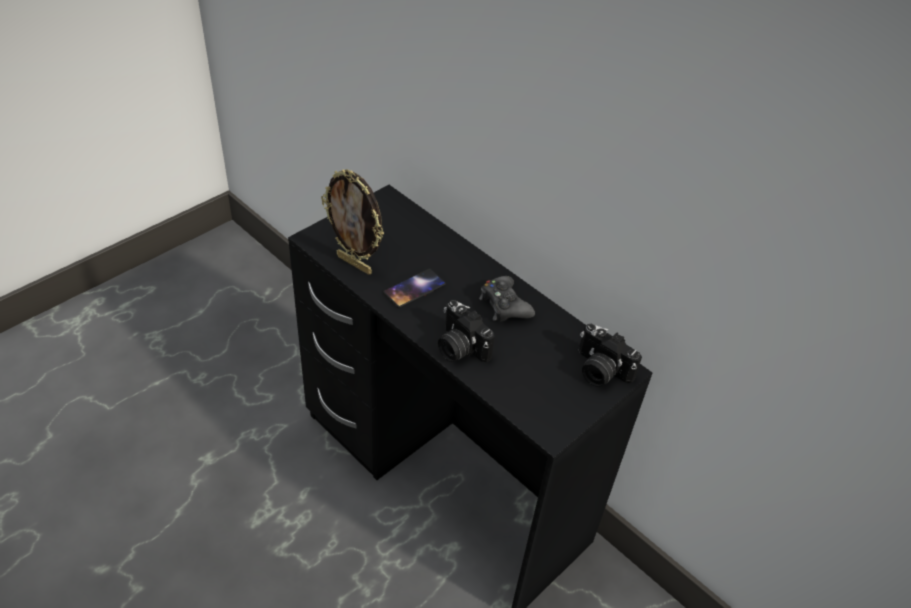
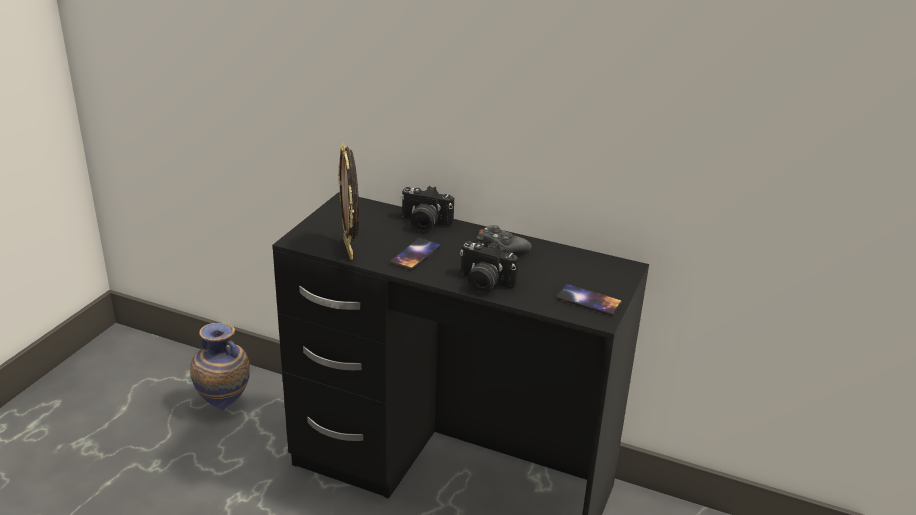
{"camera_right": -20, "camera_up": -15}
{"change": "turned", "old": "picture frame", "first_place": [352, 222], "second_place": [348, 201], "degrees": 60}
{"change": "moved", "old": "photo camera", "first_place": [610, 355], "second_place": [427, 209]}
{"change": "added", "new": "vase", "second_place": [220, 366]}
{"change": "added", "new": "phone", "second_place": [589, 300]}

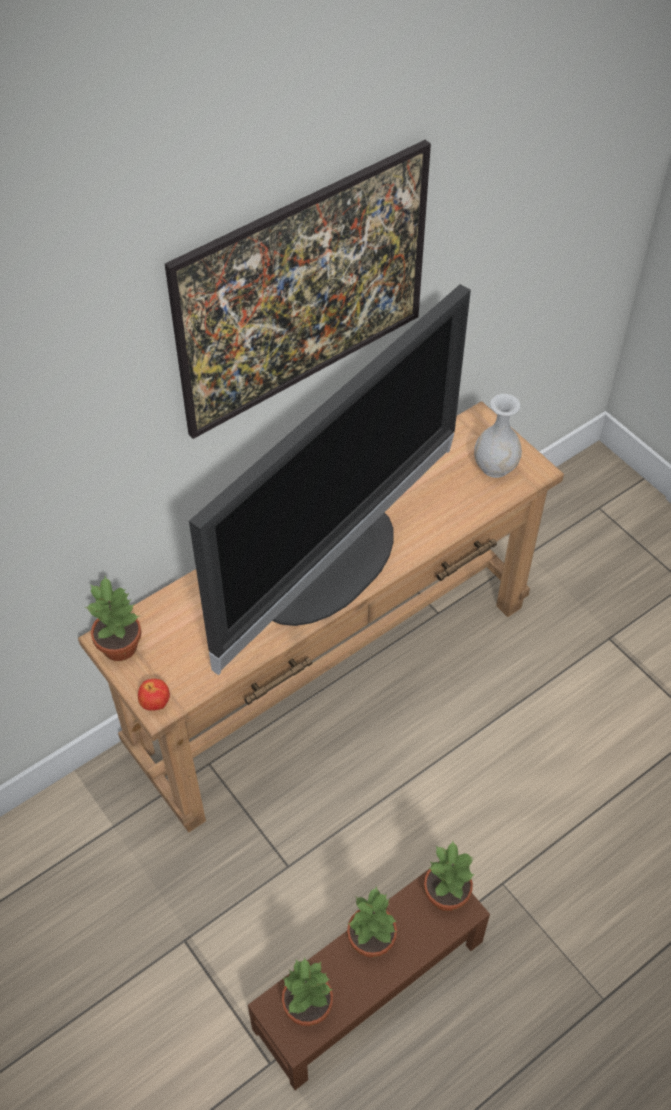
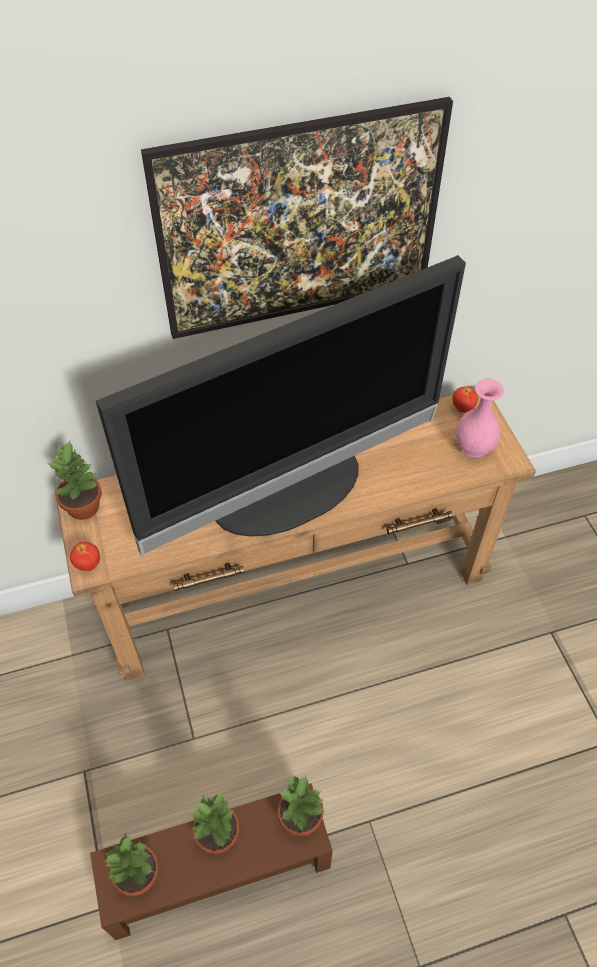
{"camera_right": 20, "camera_up": 0}
{"change": "recoloured", "old": "white vase", "new": "pink vase", "first_place": [498, 436], "second_place": [479, 418]}
{"change": "added", "new": "apple", "second_place": [465, 399]}

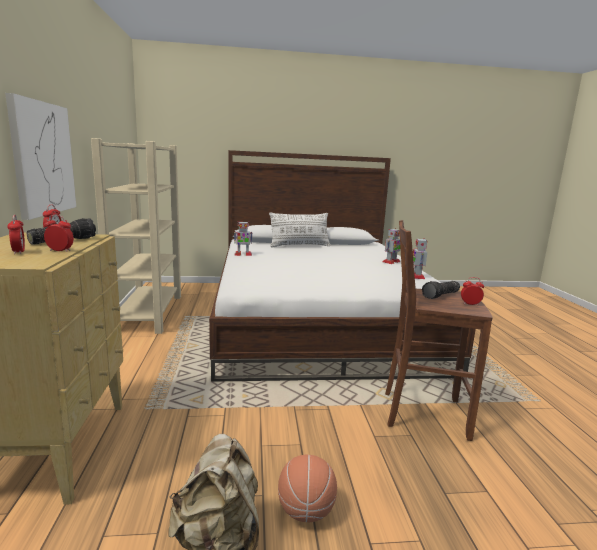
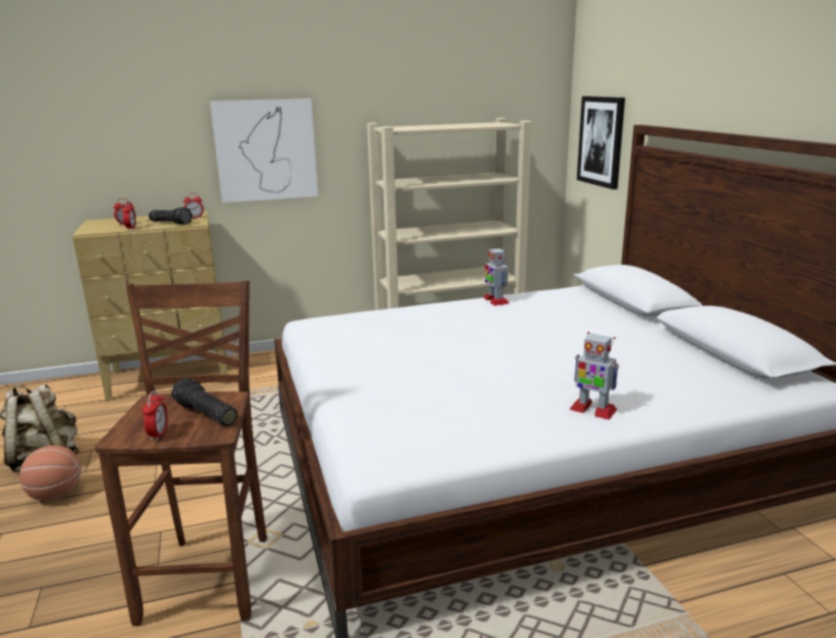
{"camera_right": 80, "camera_up": 5}
{"change": "removed", "old": "white pillow", "first_place": [299, 229]}
{"change": "removed", "old": "toy robot", "first_place": [420, 258]}
{"change": "added", "new": "picture", "second_place": [601, 142]}

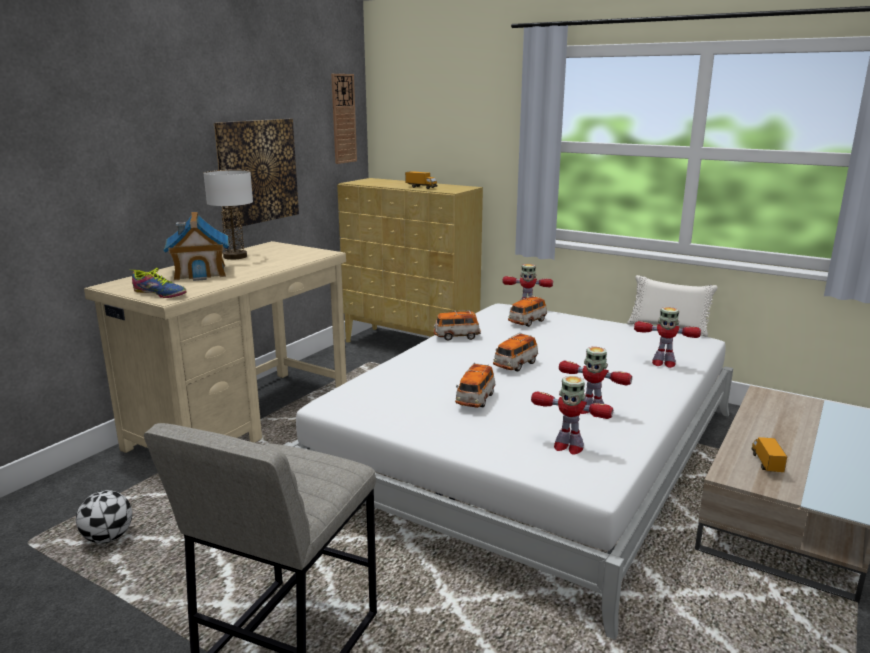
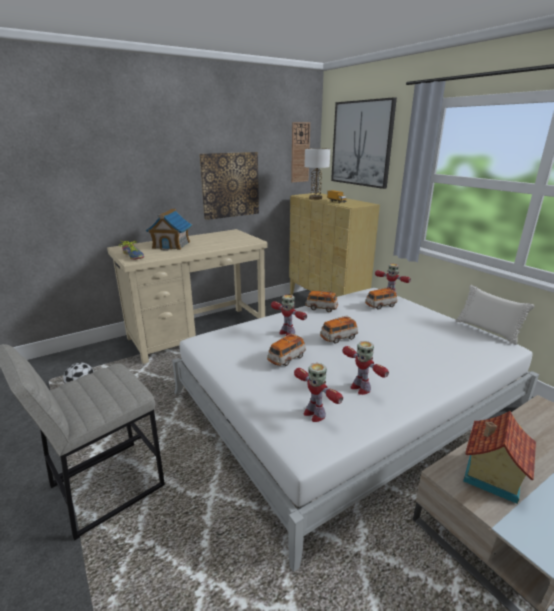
{"camera_right": 25, "camera_up": 5}
{"change": "moved", "old": "table lamp", "first_place": [228, 215], "second_place": [317, 174]}
{"change": "moved", "old": "toy robot", "first_place": [667, 337], "second_place": [289, 315]}
{"change": "replaced", "old": "toy truck", "new": "toy house", "first_place": [769, 454], "second_place": [499, 457]}
{"change": "added", "new": "picture", "second_place": [364, 143]}

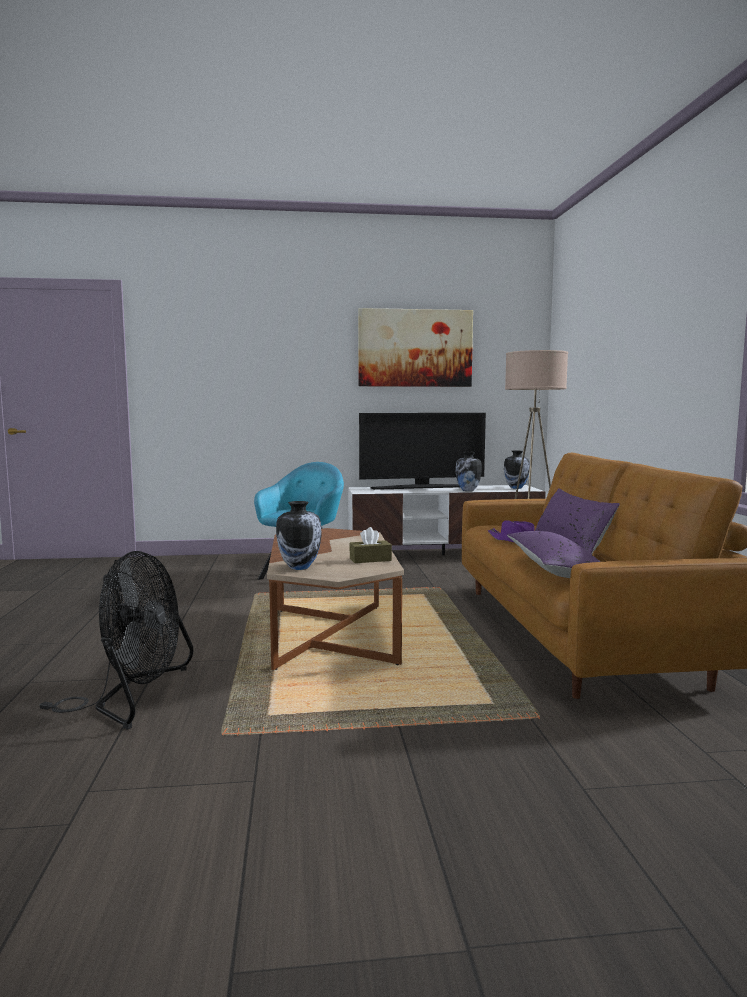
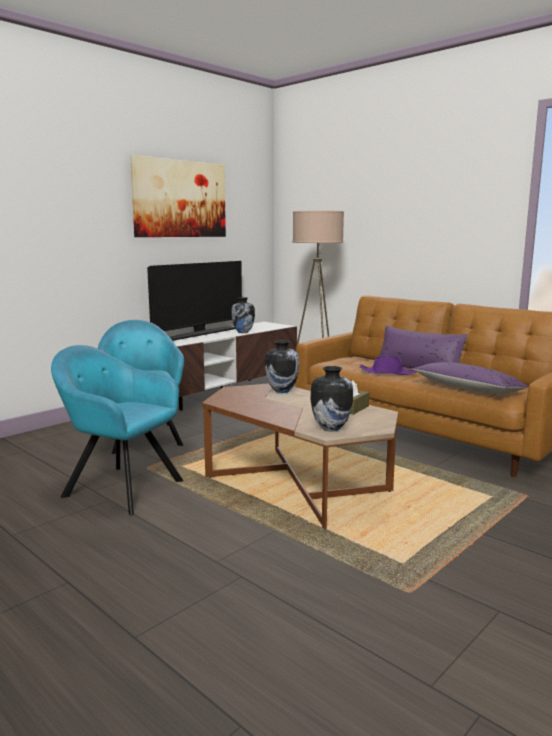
{"camera_right": -40, "camera_up": 5}
{"change": "removed", "old": "black fan", "first_place": [116, 640]}
{"change": "moved", "old": "vase", "first_place": [517, 469], "second_place": [282, 366]}
{"change": "added", "new": "turquoise armchair", "second_place": [117, 430]}

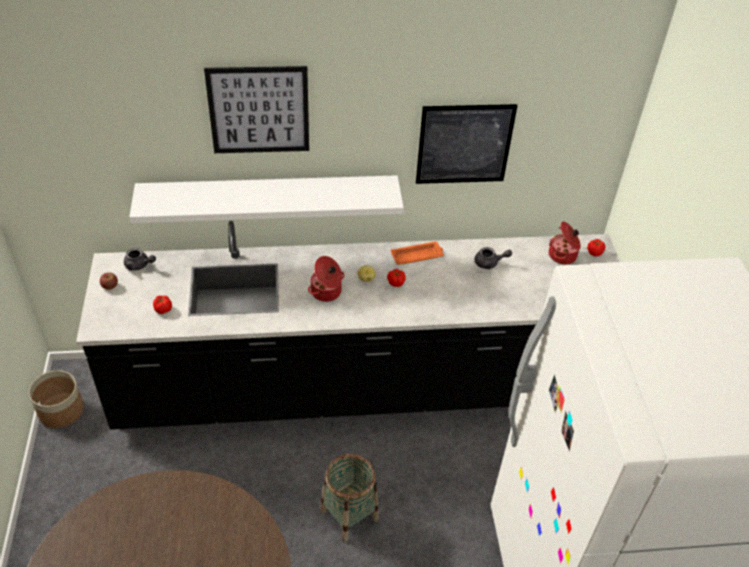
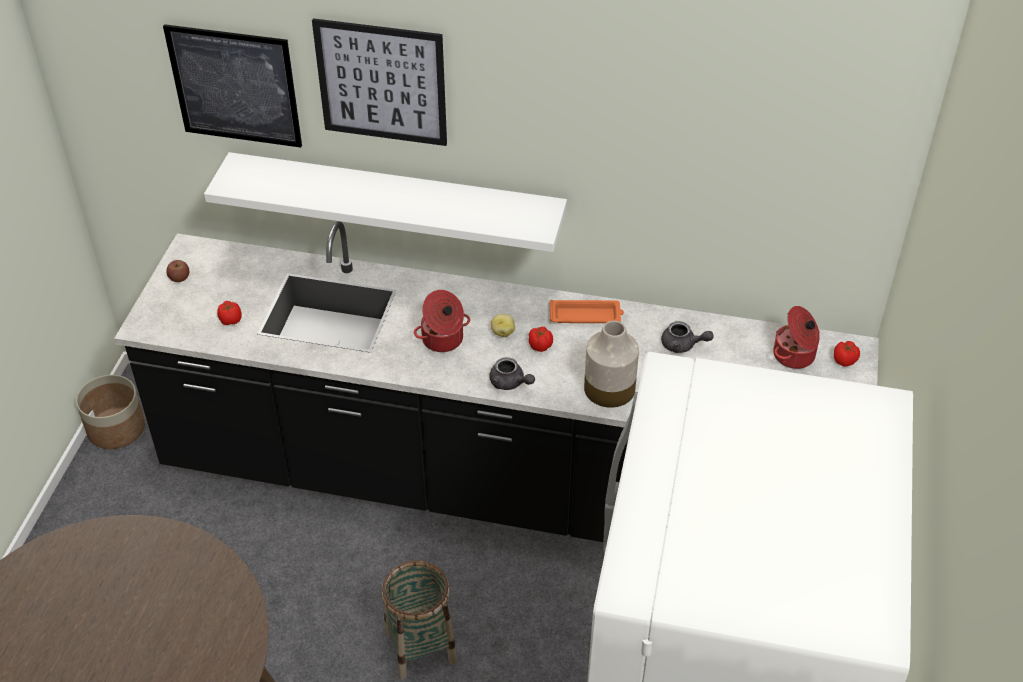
{"camera_right": 20, "camera_up": 0}
{"change": "moved", "old": "grey teapot", "first_place": [140, 259], "second_place": [512, 373]}
{"change": "moved", "old": "picture", "first_place": [466, 144], "second_place": [232, 86]}
{"change": "added", "new": "beige vase", "second_place": [611, 364]}

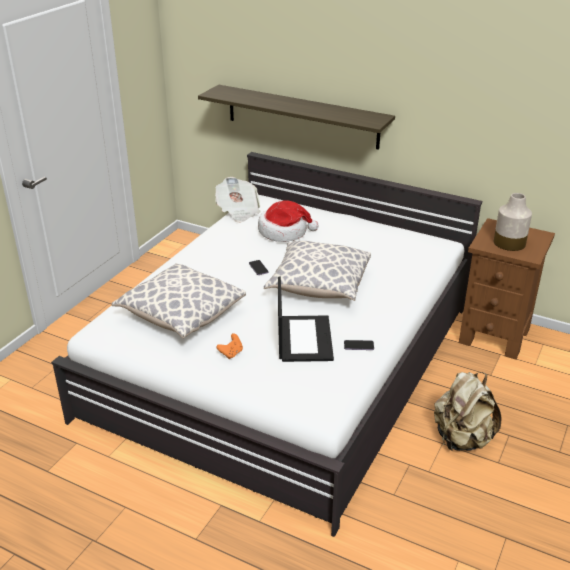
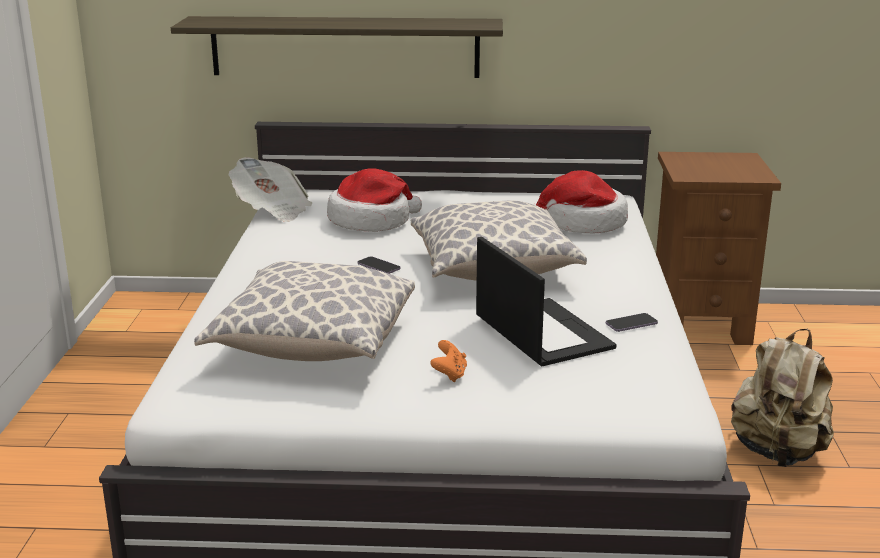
{"camera_right": -25, "camera_up": -10}
{"change": "removed", "old": "beige vase", "first_place": [513, 222]}
{"change": "added", "new": "hat", "second_place": [580, 201]}

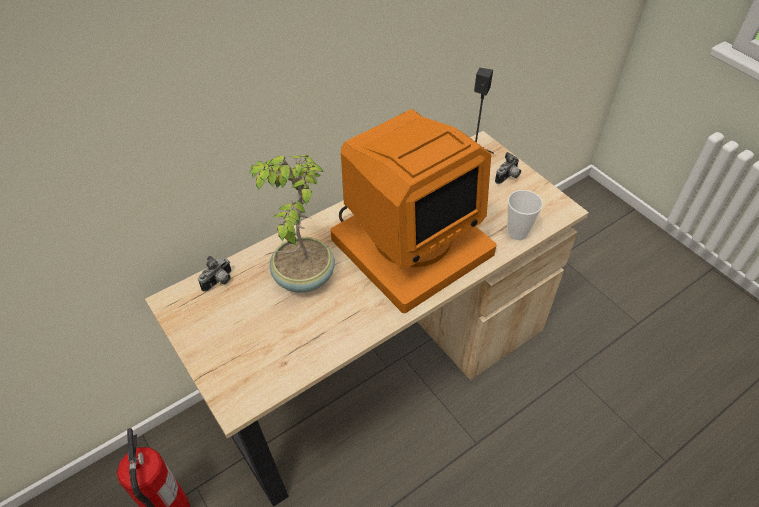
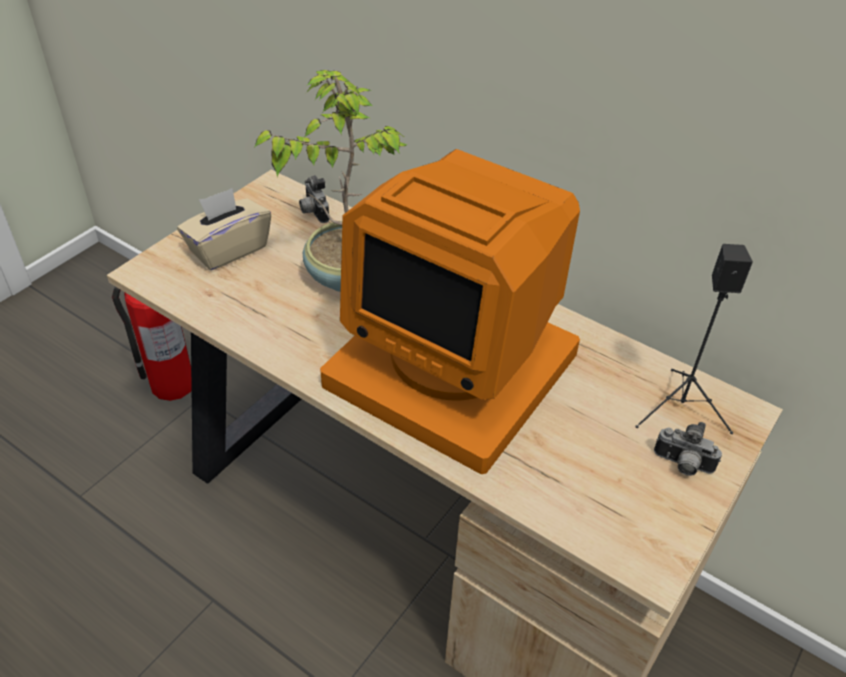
{"camera_right": 70, "camera_up": -5}
{"change": "turned", "old": "photo camera", "first_place": [214, 274], "second_place": [314, 199], "degrees": 45}
{"change": "removed", "old": "cup", "first_place": [525, 215]}
{"change": "added", "new": "beige tissue box", "second_place": [224, 229]}

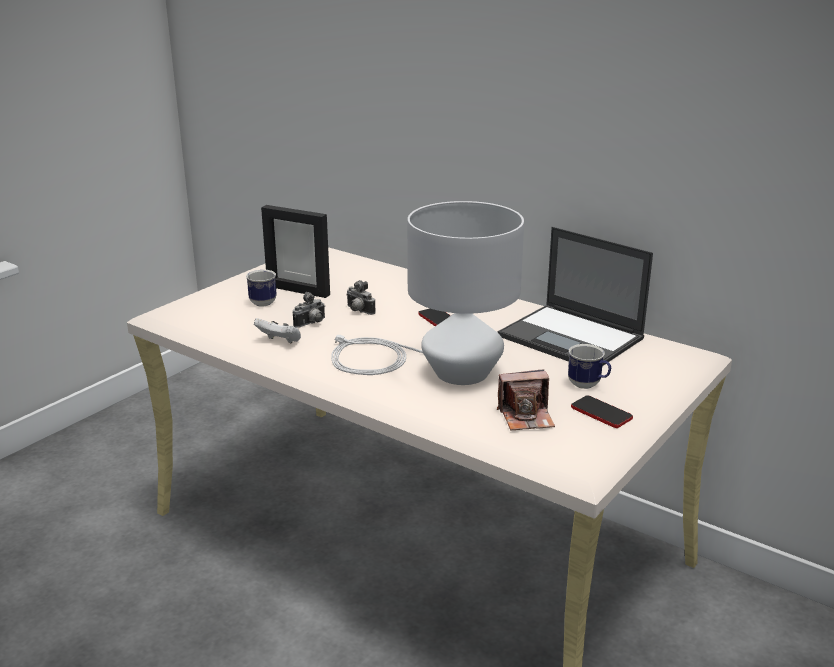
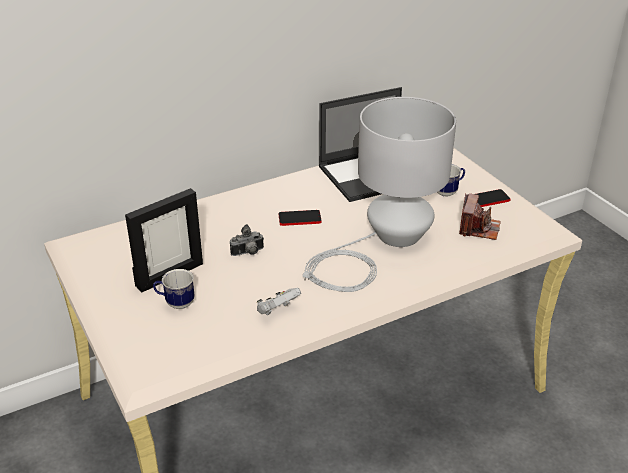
{"camera_right": -65, "camera_up": 10}
{"change": "removed", "old": "photo camera", "first_place": [309, 310]}

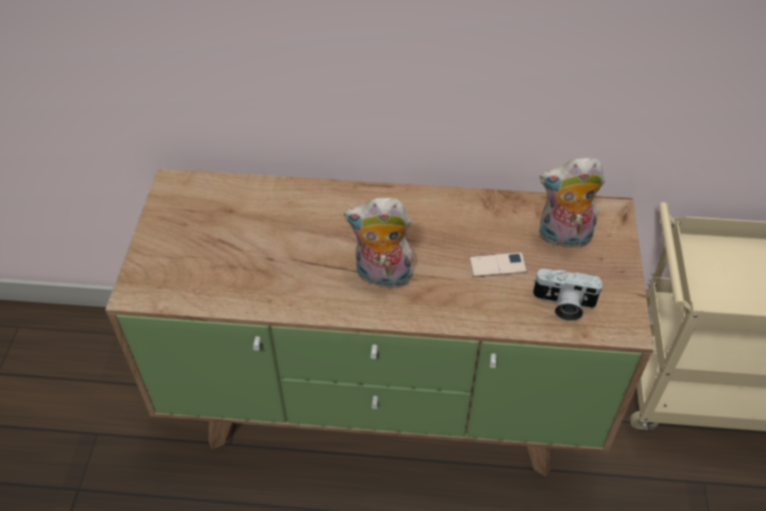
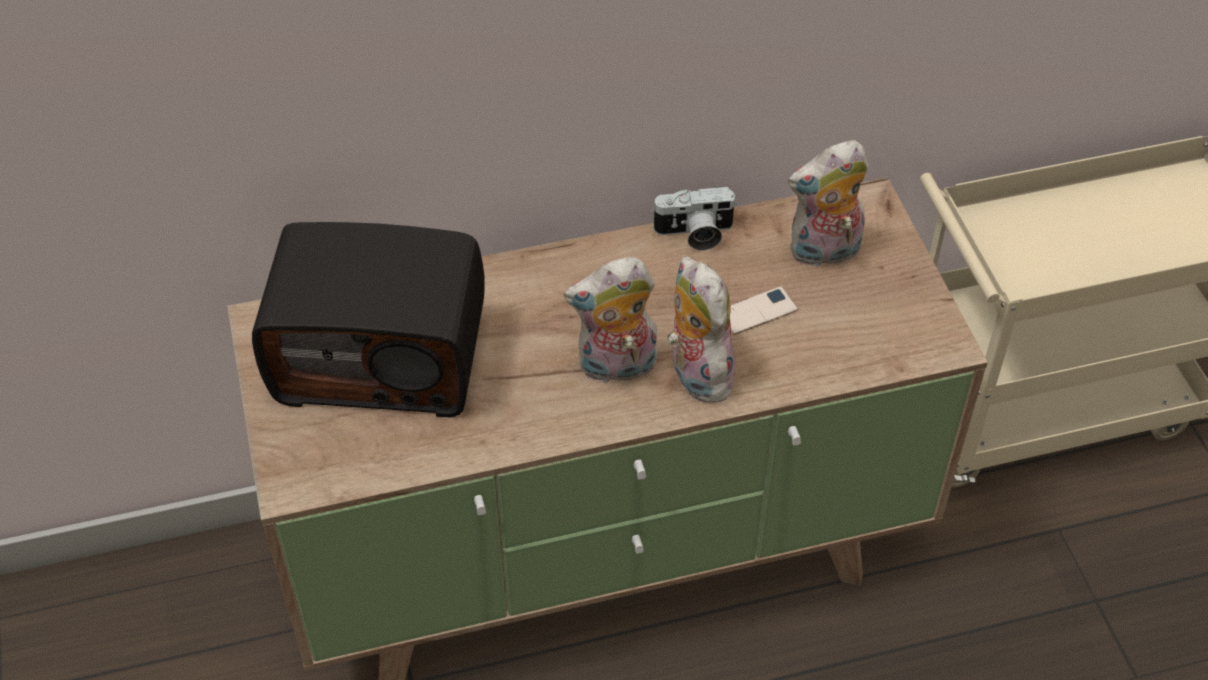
{"camera_right": -20, "camera_up": 0}
{"change": "moved", "old": "photo camera", "first_place": [568, 295], "second_place": [694, 218]}
{"change": "added", "new": "radio", "second_place": [368, 319]}
{"change": "added", "new": "plush toy", "second_place": [702, 329]}

